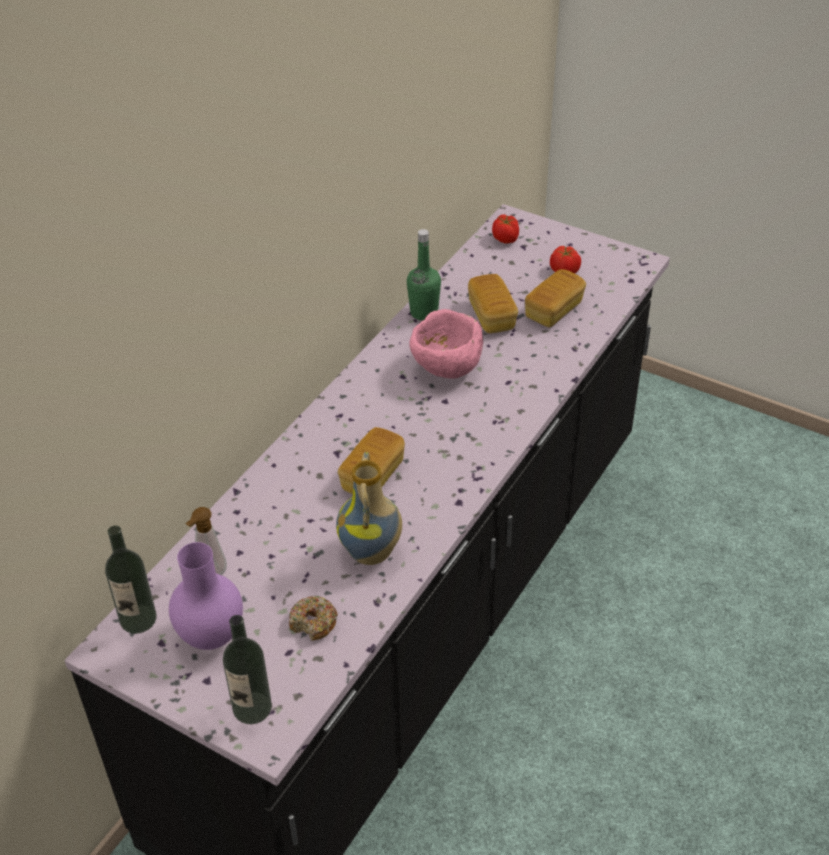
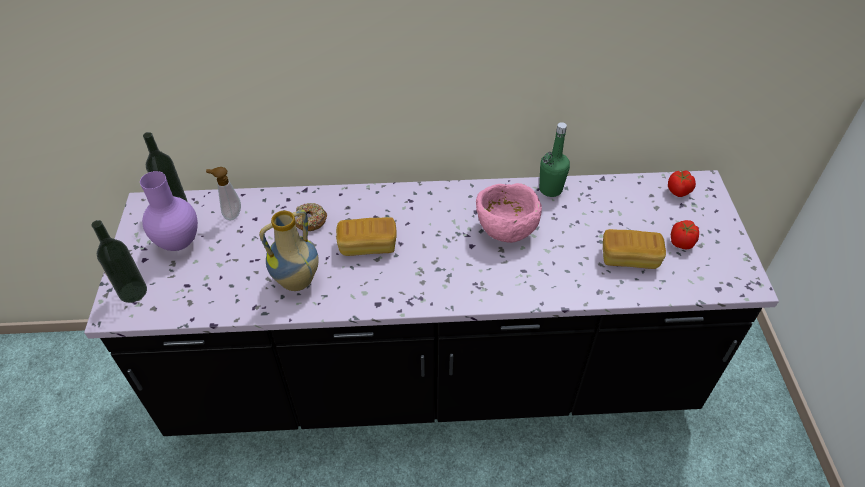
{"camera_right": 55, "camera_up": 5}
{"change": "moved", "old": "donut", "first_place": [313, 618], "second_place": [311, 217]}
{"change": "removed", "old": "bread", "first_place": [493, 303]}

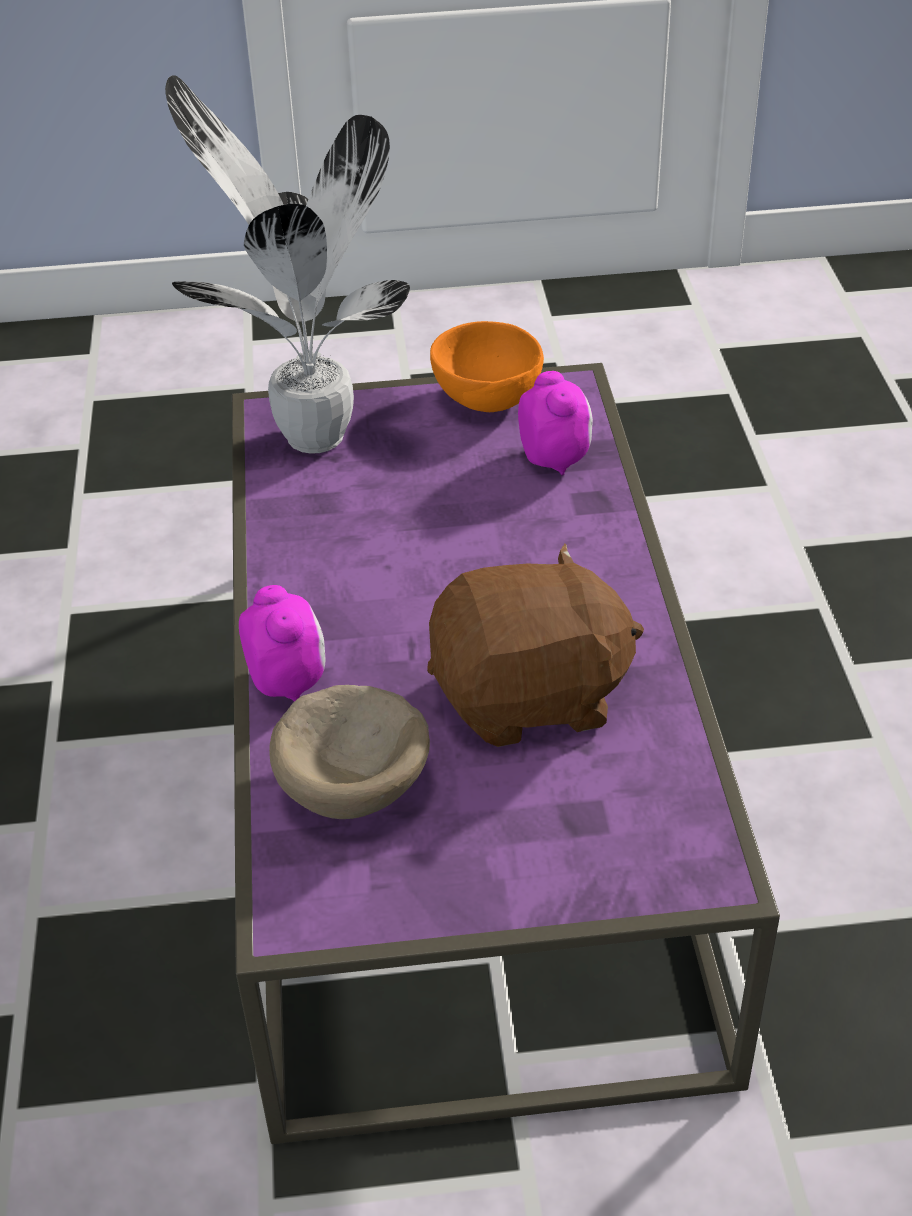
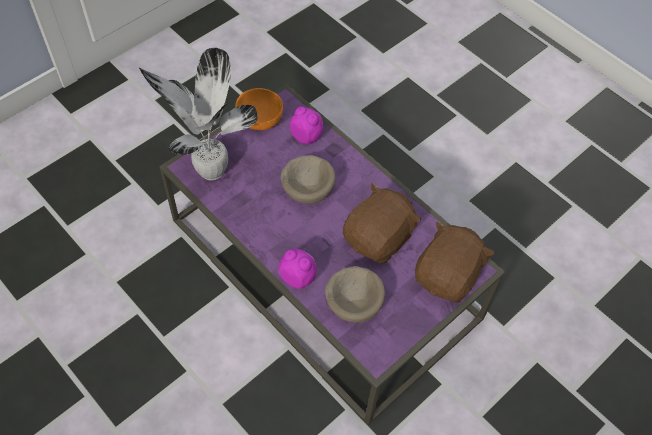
{"camera_right": -40, "camera_up": 15}
{"change": "added", "new": "beige bowl", "second_place": [308, 179]}
{"change": "added", "new": "brown plush toy", "second_place": [455, 262]}

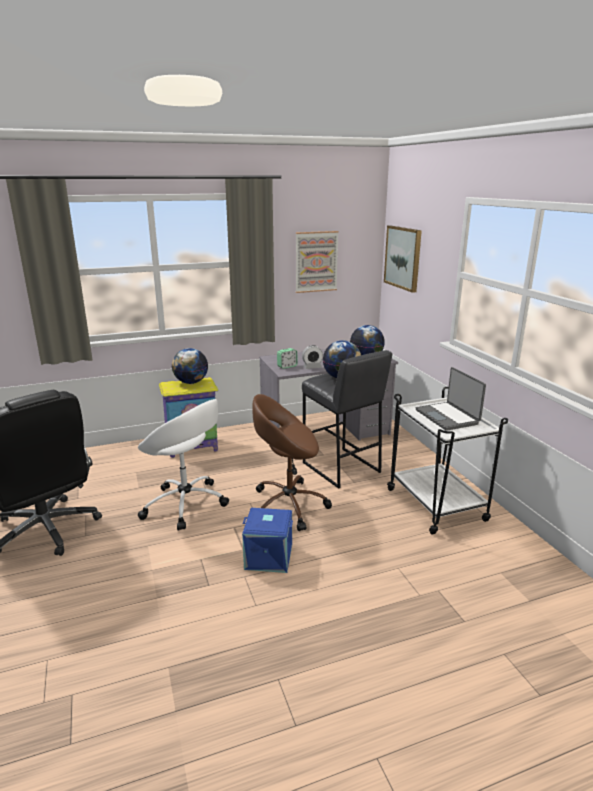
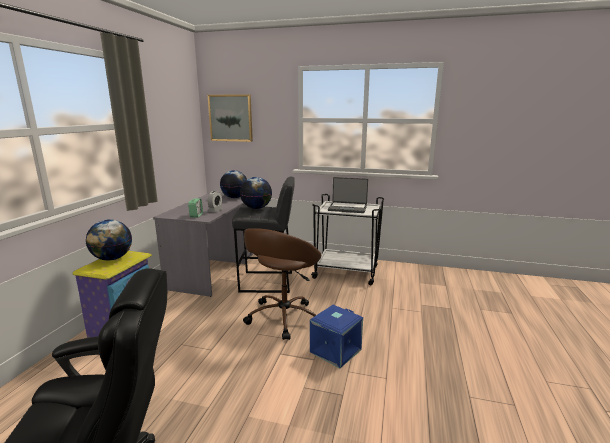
{"camera_right": -55, "camera_up": -5}
{"change": "removed", "old": "white office chair", "first_place": [183, 465]}
{"change": "removed", "old": "picture", "first_place": [317, 262]}

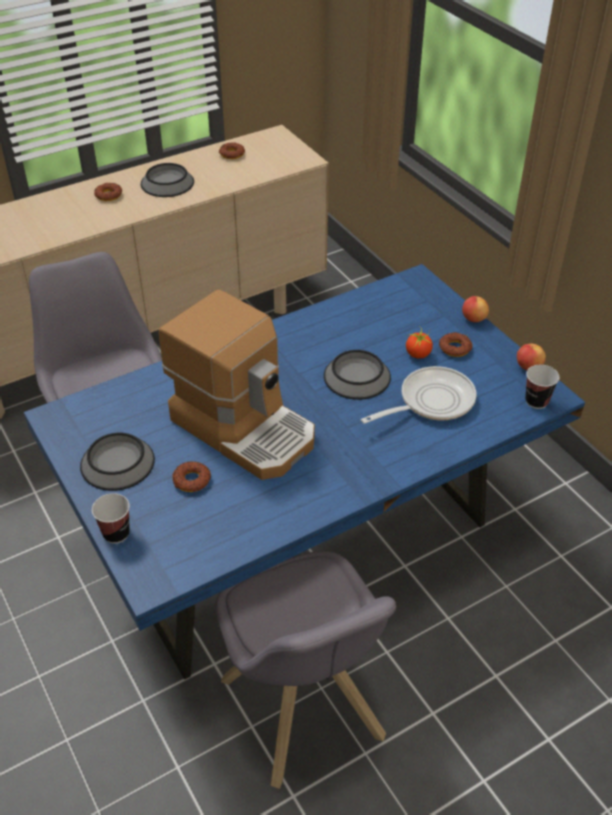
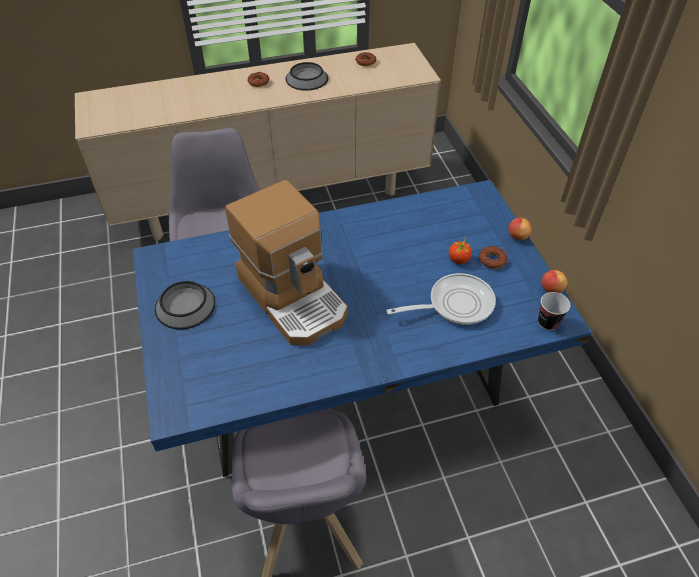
{"camera_right": 15, "camera_up": 5}
{"change": "removed", "old": "cup", "first_place": [111, 518]}
{"change": "removed", "old": "donut", "first_place": [191, 476]}
{"change": "removed", "old": "bowl", "first_place": [357, 375]}

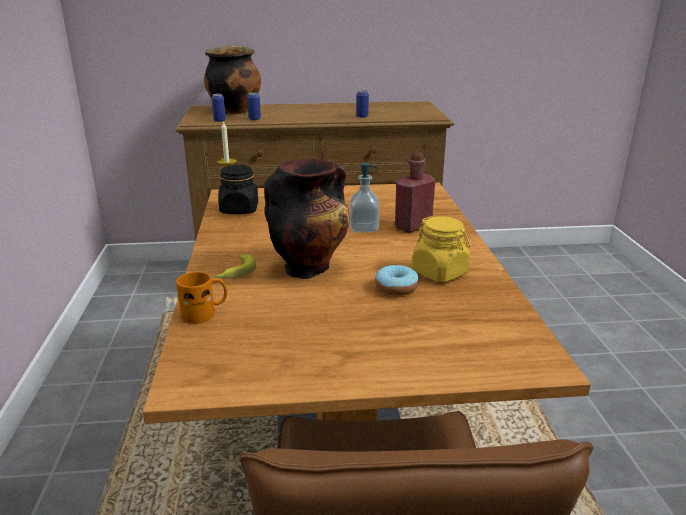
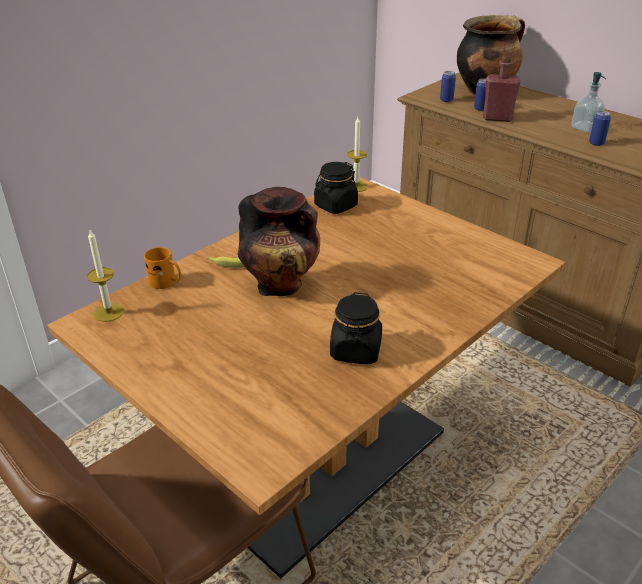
{"camera_right": 50, "camera_up": 10}
{"change": "moved", "old": "soap dispenser", "first_place": [364, 197], "second_place": [588, 102]}
{"change": "removed", "old": "donut", "first_place": [397, 280]}
{"change": "moved", "old": "red bottle", "first_place": [415, 192], "second_place": [502, 88]}
{"change": "recoloured", "old": "yellow jar", "new": "black jar", "first_place": [441, 249], "second_place": [356, 328]}
{"change": "added", "new": "candle", "second_place": [105, 276]}

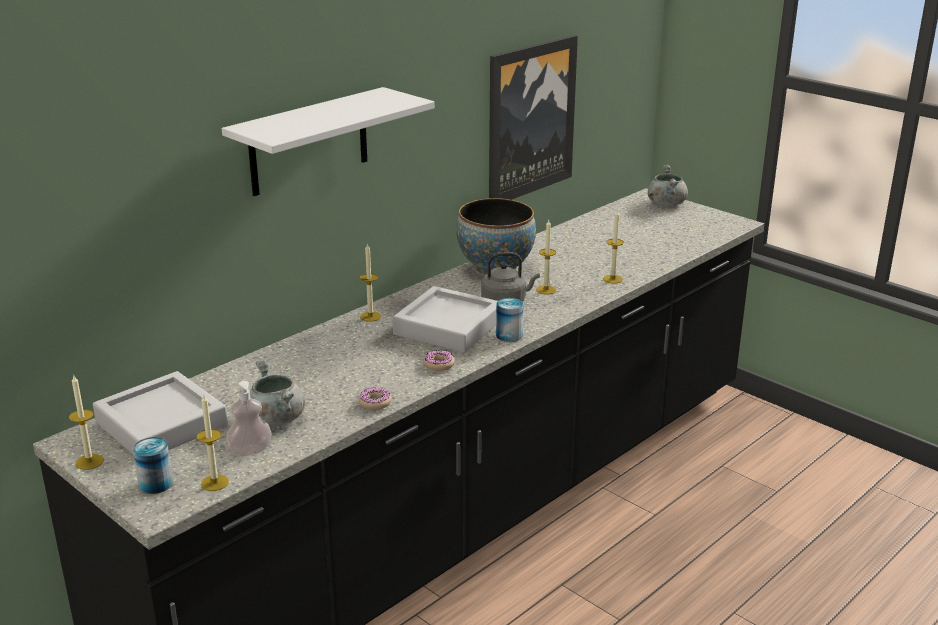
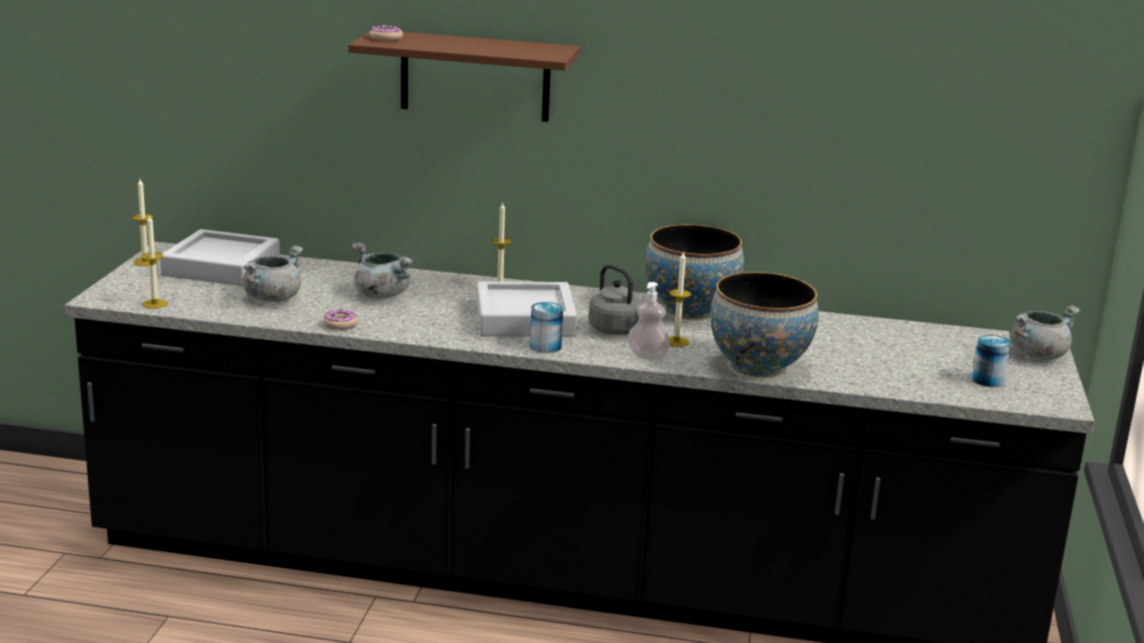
{"camera_right": 55, "camera_up": -5}
{"change": "moved", "old": "can", "first_place": [152, 465], "second_place": [991, 361]}
{"change": "recoloured", "old": "white shelf", "new": "brown shelf", "first_place": [328, 141], "second_place": [464, 77]}
{"change": "moved", "old": "soap dispenser", "first_place": [249, 418], "second_place": [649, 321]}
{"change": "moved", "old": "donut", "first_place": [439, 360], "second_place": [386, 33]}
{"change": "removed", "old": "picture", "first_place": [533, 117]}
{"change": "replaced", "old": "candle", "new": "bowl", "first_place": [613, 247], "second_place": [764, 325]}
{"change": "added", "new": "grey cooking pot", "second_place": [383, 270]}

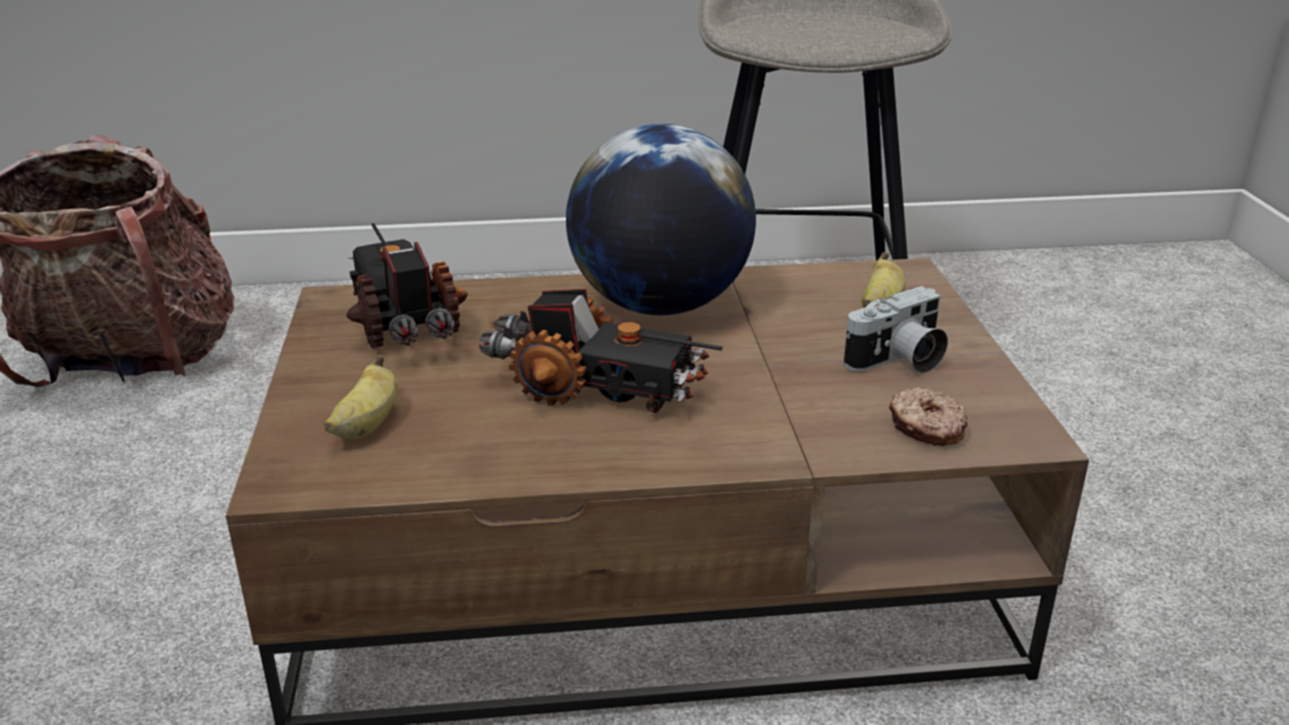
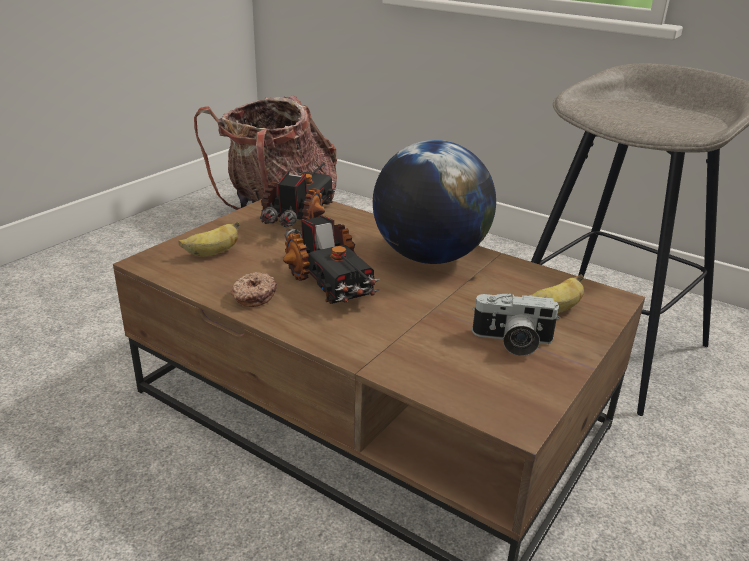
{"camera_right": 40, "camera_up": 0}
{"change": "moved", "old": "donut", "first_place": [928, 416], "second_place": [254, 289]}

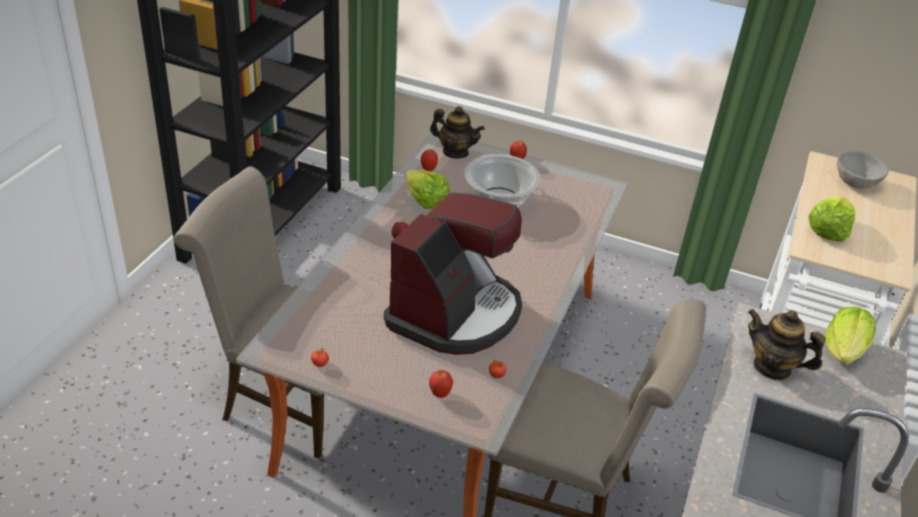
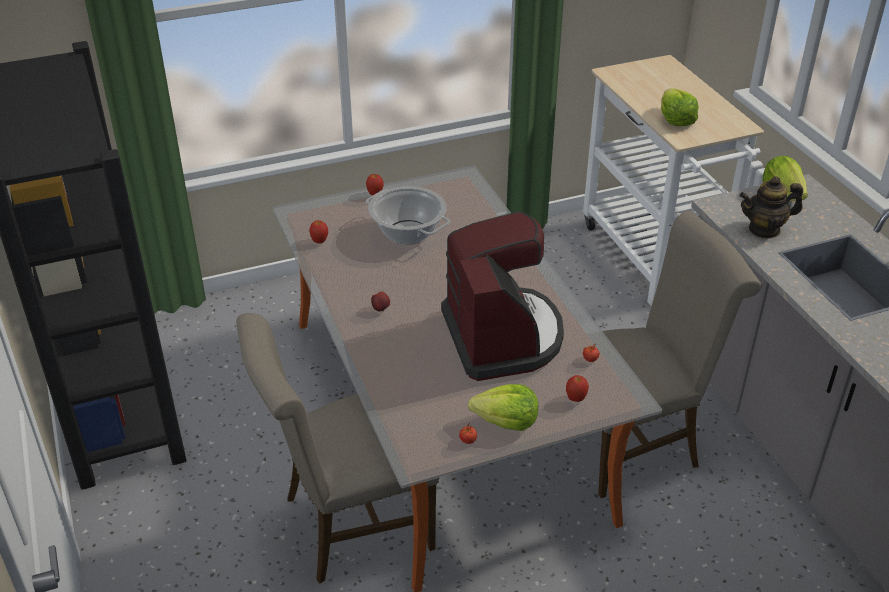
{"camera_right": -40, "camera_up": 0}
{"change": "moved", "old": "lettuce", "first_place": [427, 189], "second_place": [503, 407]}
{"change": "removed", "old": "teapot", "first_place": [457, 132]}
{"change": "removed", "old": "grey bowl", "first_place": [863, 170]}

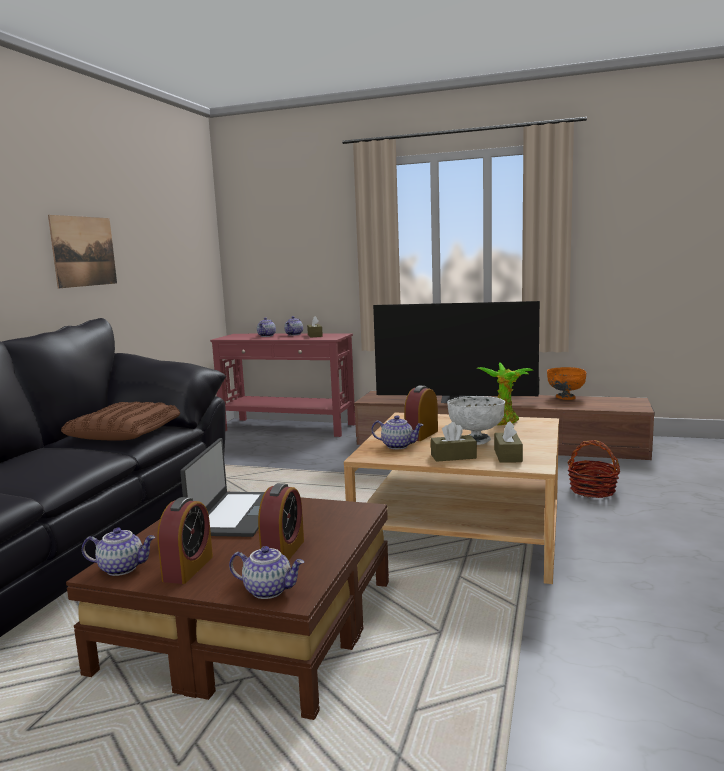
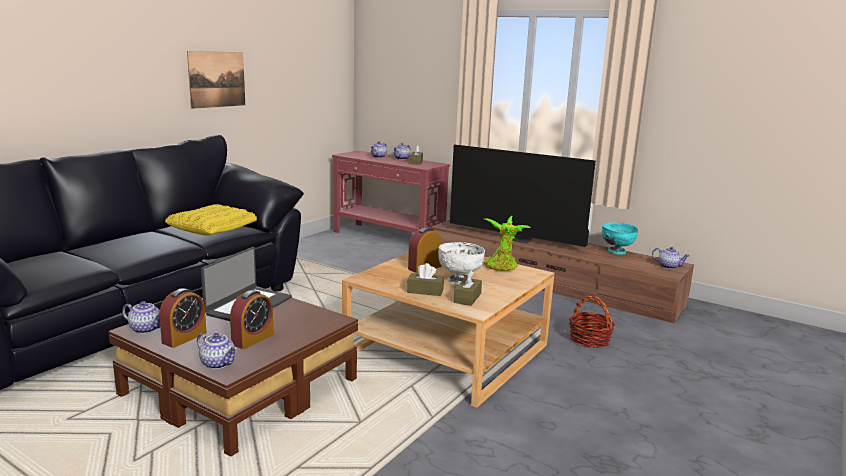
{"camera_right": 15, "camera_up": 5}
{"change": "recoloured", "old": "brown pillow", "new": "yellow pillow", "first_place": [120, 421], "second_place": [211, 220]}
{"change": "moved", "old": "teapot", "first_place": [397, 432], "second_place": [671, 258]}
{"change": "recoloured", "old": "orange bowl", "new": "turquoise bowl", "first_place": [566, 383], "second_place": [620, 239]}

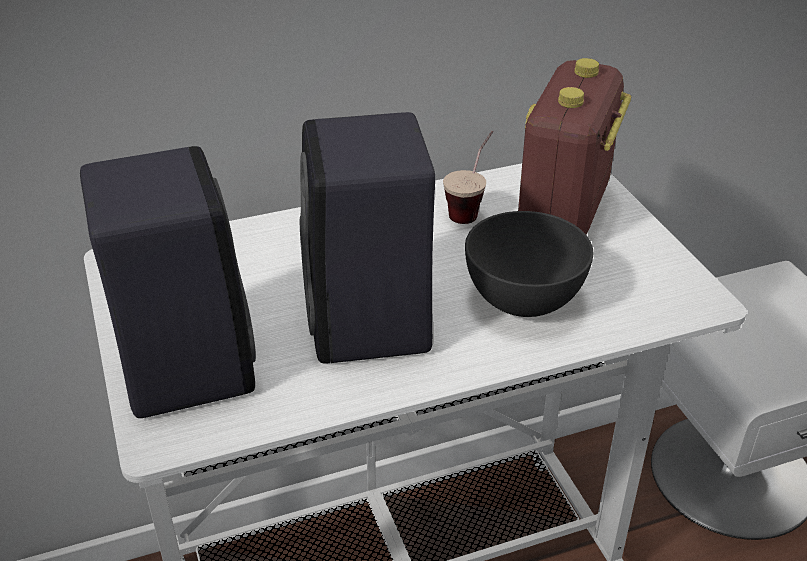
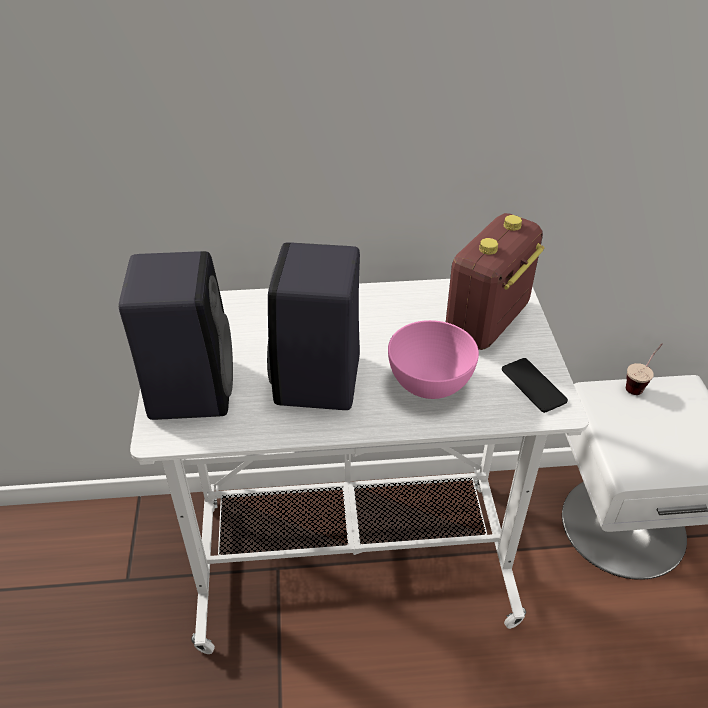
{"camera_right": 15, "camera_up": 5}
{"change": "moved", "old": "cup", "first_place": [468, 177], "second_place": [644, 369]}
{"change": "recoloured", "old": "grey bowl", "new": "pink bowl", "first_place": [529, 264], "second_place": [433, 359]}
{"change": "added", "new": "phone", "second_place": [535, 385]}

